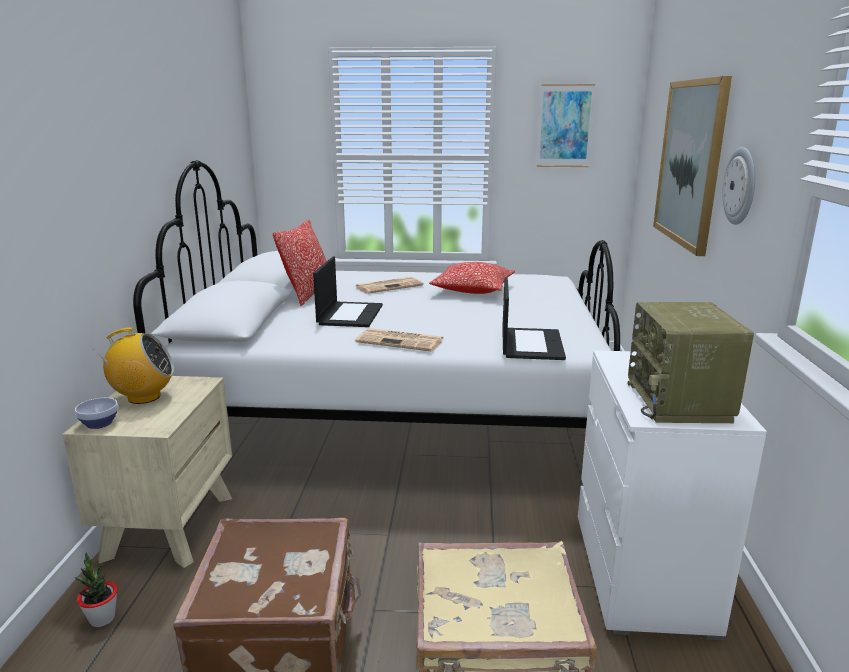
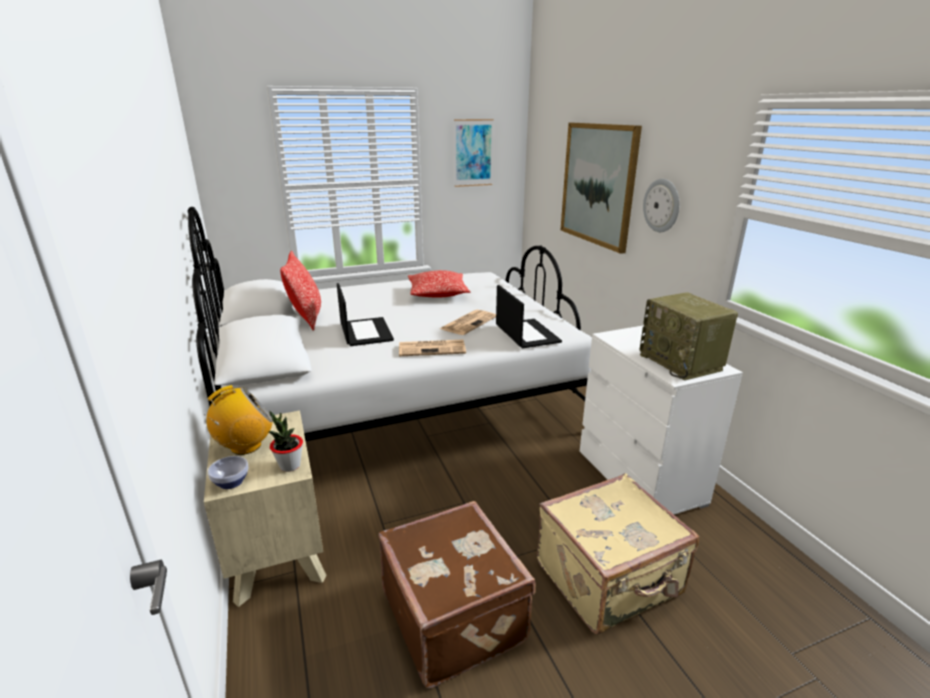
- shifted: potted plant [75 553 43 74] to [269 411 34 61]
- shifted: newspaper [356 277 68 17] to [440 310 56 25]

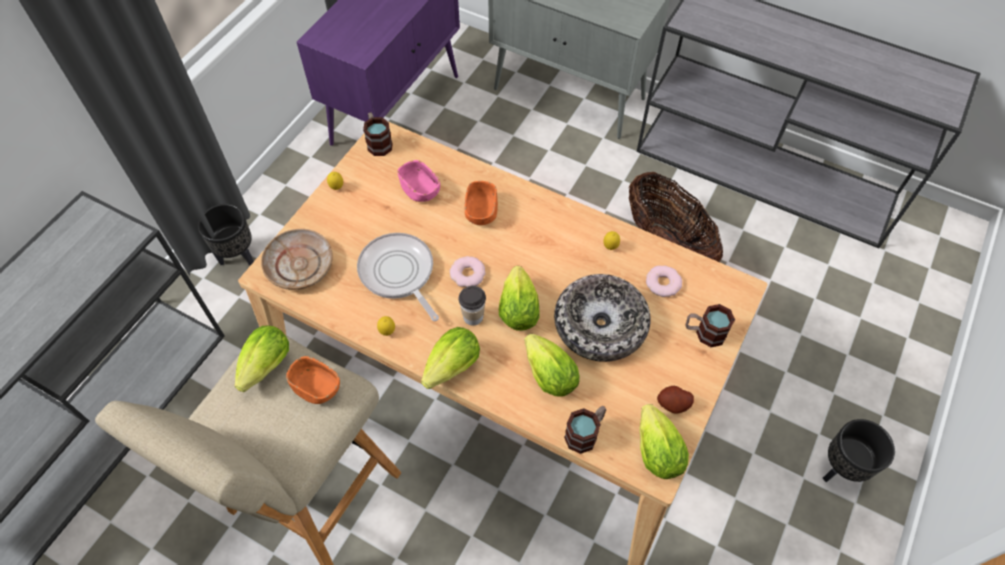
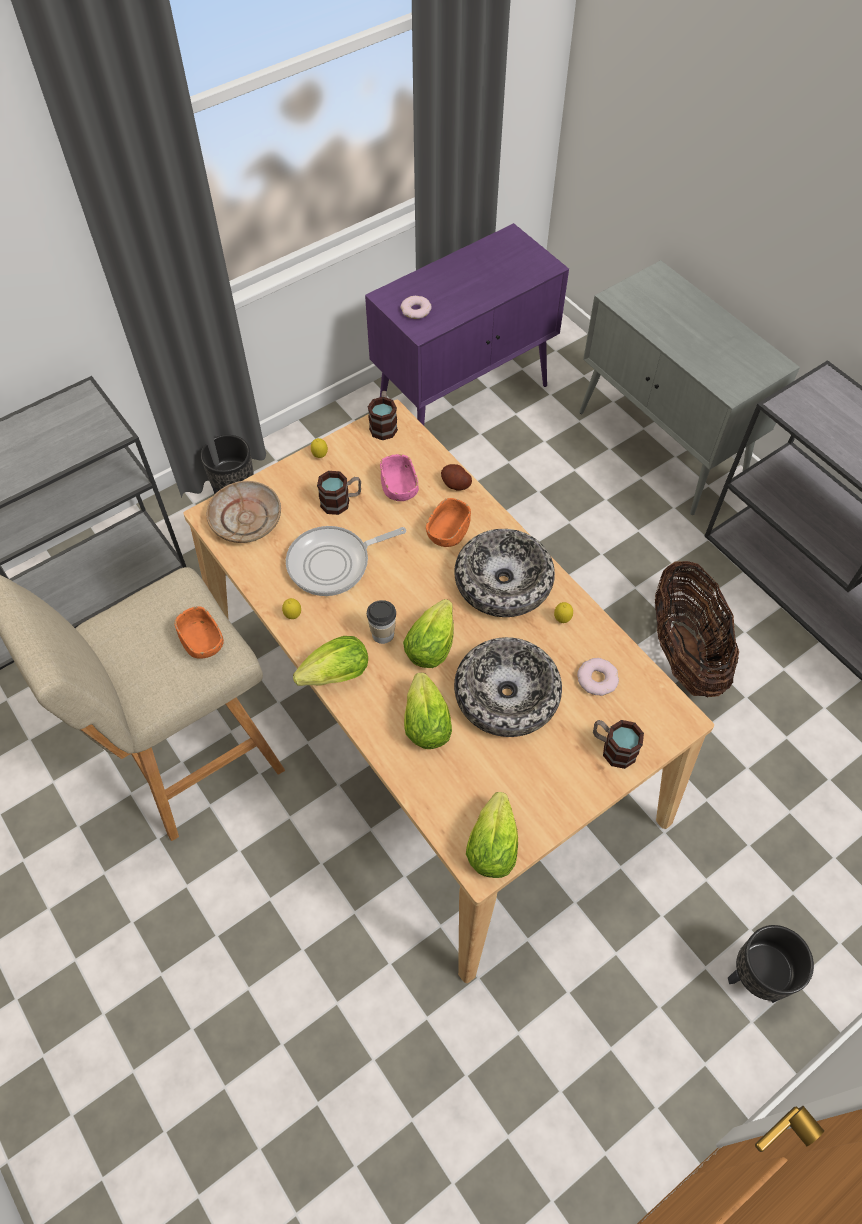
- gone: lettuce [235 326 54 66]
- new: bowl [454 529 101 88]
- shifted: donut [450 256 35 31] to [401 296 30 23]
- shifted: mug [564 406 42 48] to [317 471 44 44]
- shifted: potato [657 386 37 28] to [441 464 31 27]
- rotated: frying pan [357 233 82 88] = [286 526 120 70] 105 degrees counterclockwise

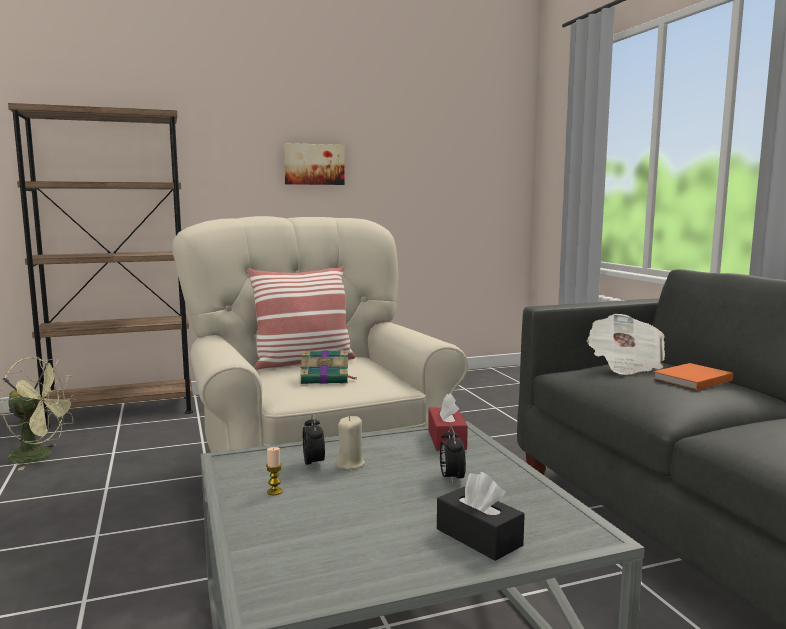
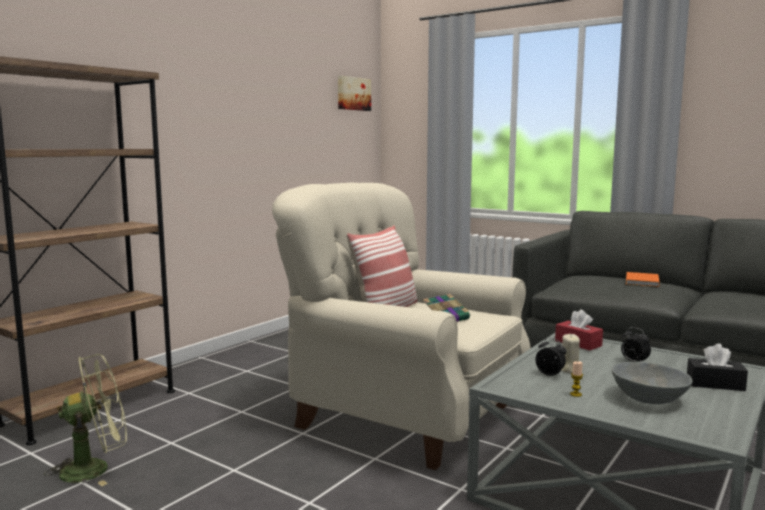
- gone: newspaper [587 314 78 61]
- new: bowl/grey [612 362 81 42]
- shifted: picture [284 143 61 42] to [338 75 33 36]

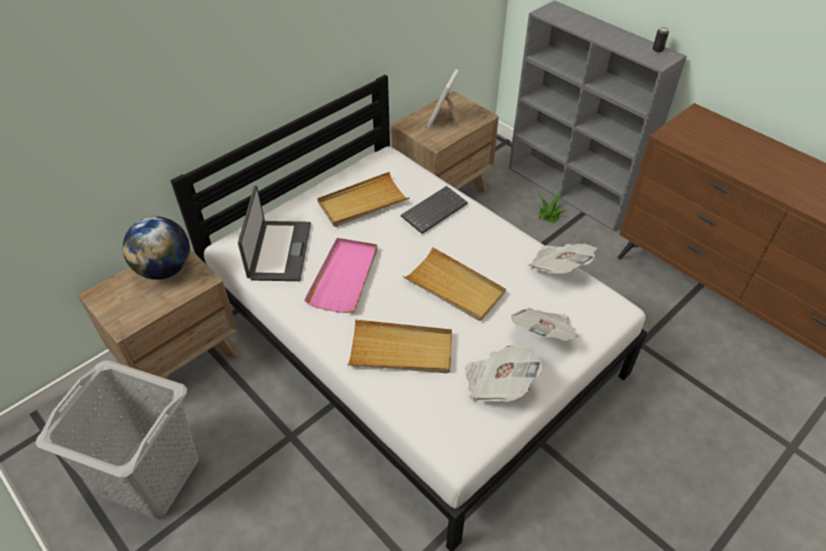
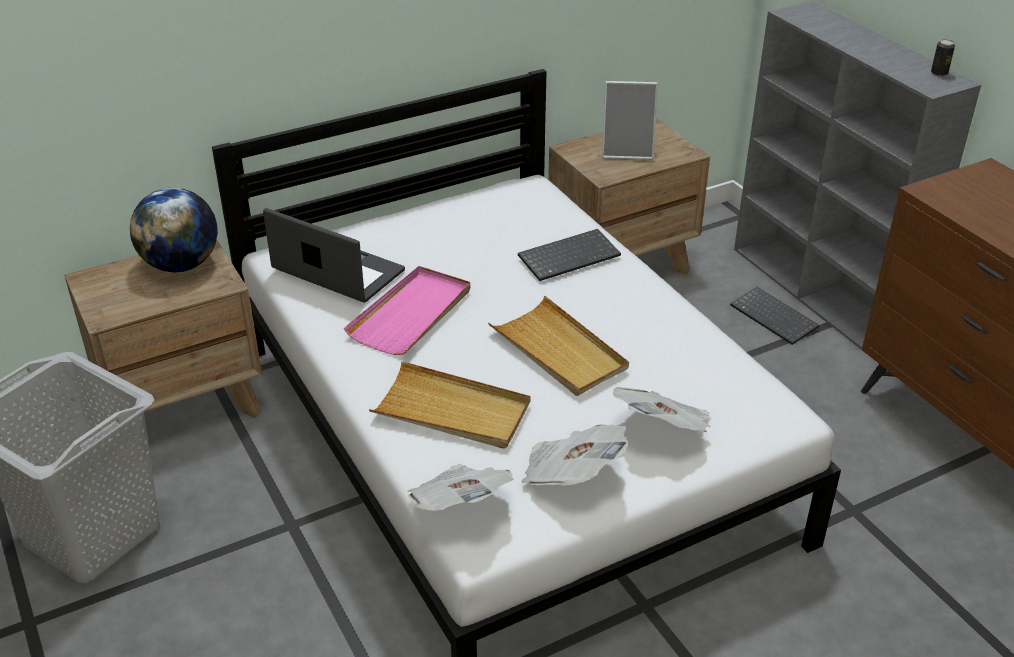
- gone: tray/beige [317 172 93 55]
- shifted: newspaper [528 243 69 31] to [407 464 107 47]
- swapped: potted plant [537 190 28 34] to keyboard [730 287 89 58]
- rotated: laptop [238 185 73 96] = [263 208 142 95] 75 degrees counterclockwise
- rotated: picture frame [427 69 35 59] = [602 81 56 79] 120 degrees counterclockwise

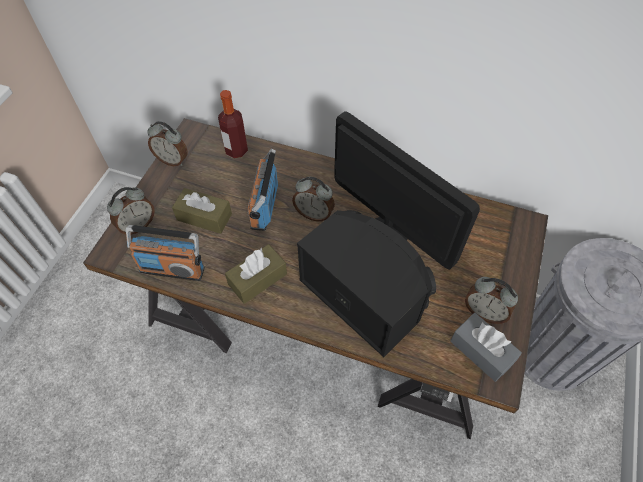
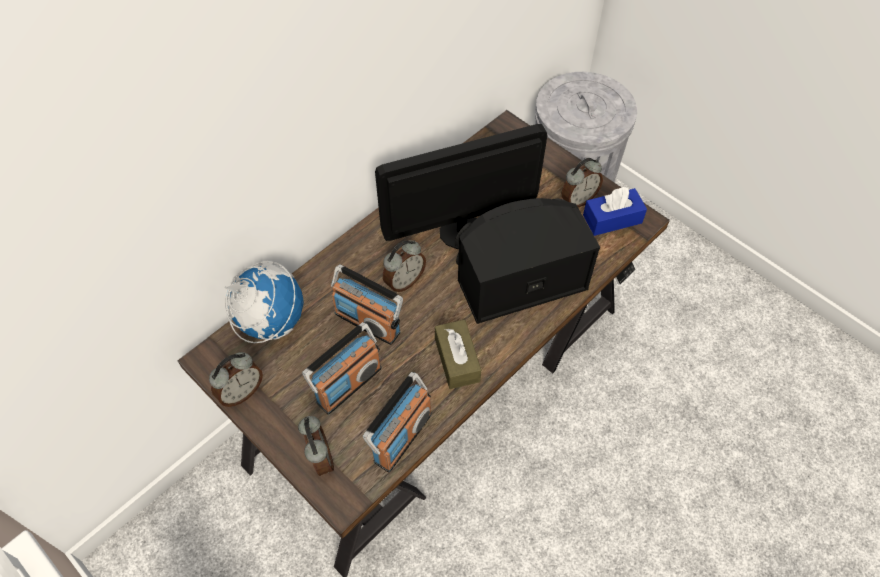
- swapped: tissue box/brown [172 188 60 46] to radio [302 322 80 93]
- swapped: bottle [218 90 30 68] to globe [223 261 81 82]
- repainted: tissue box/grey [450 313 72 69] to tissue box/blue [583 187 64 49]

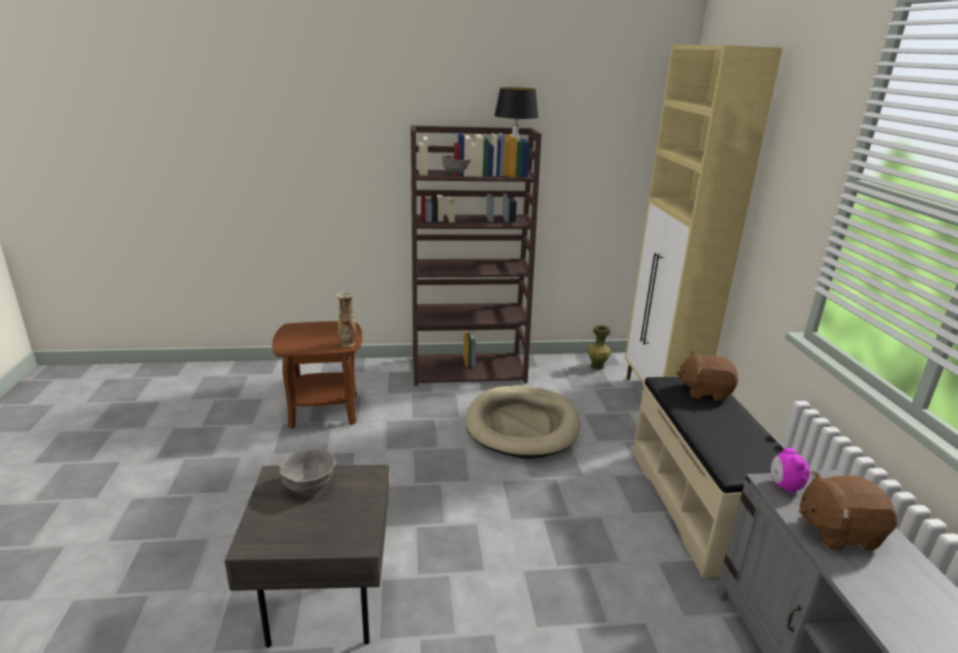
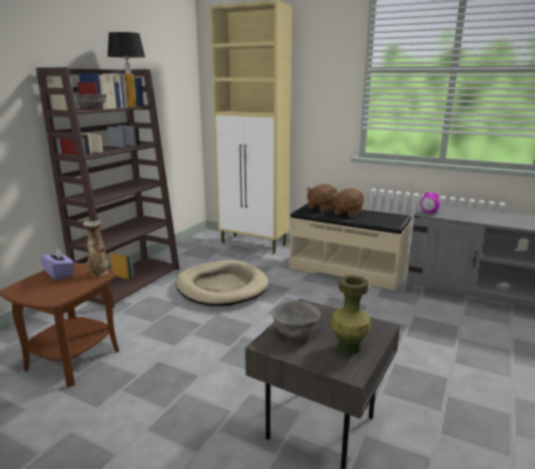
- new: tissue box/purple [40 248 35 32]
- shifted: vase/green [587 325 24 45] to [330 275 42 80]
- shifted: plush toy/brown [799 471 99 79] to [332 188 32 29]

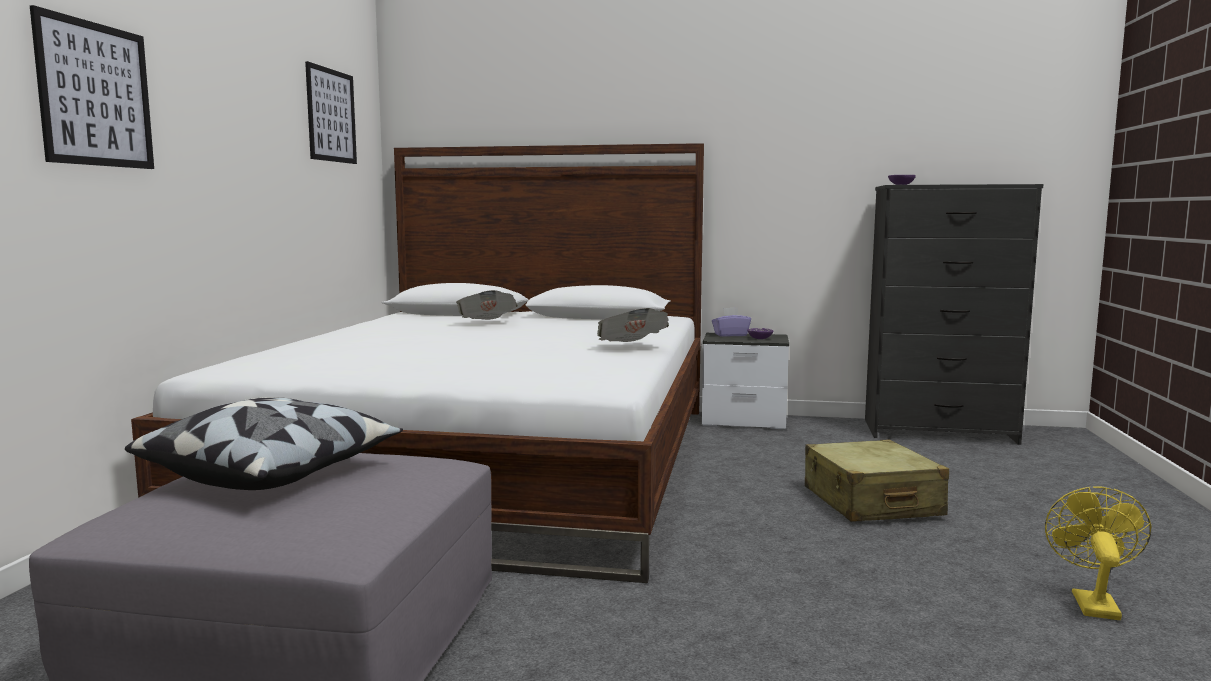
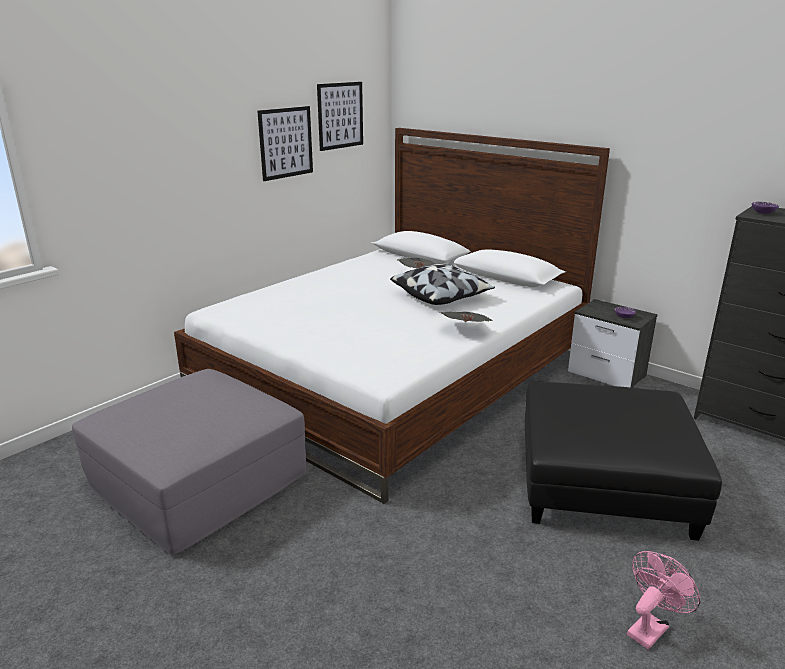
- gone: tissue box/purple [712 307 39 30]
- shifted: picture [30 5 124 164] to [257 106 56 75]
- shifted: pillow [125 397 278 93] to [390 264 105 41]
- swapped: suitcase/beige [805 440 144 82] to ottoman/black [525 382 197 159]
- repainted: fan/yellow [1045 486 107 134] to fan/pink [627 551 73 98]

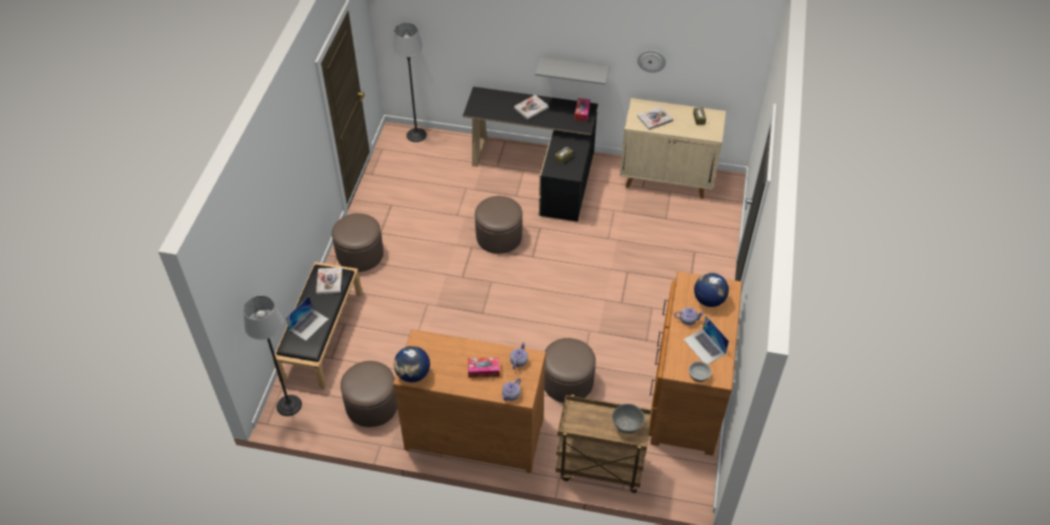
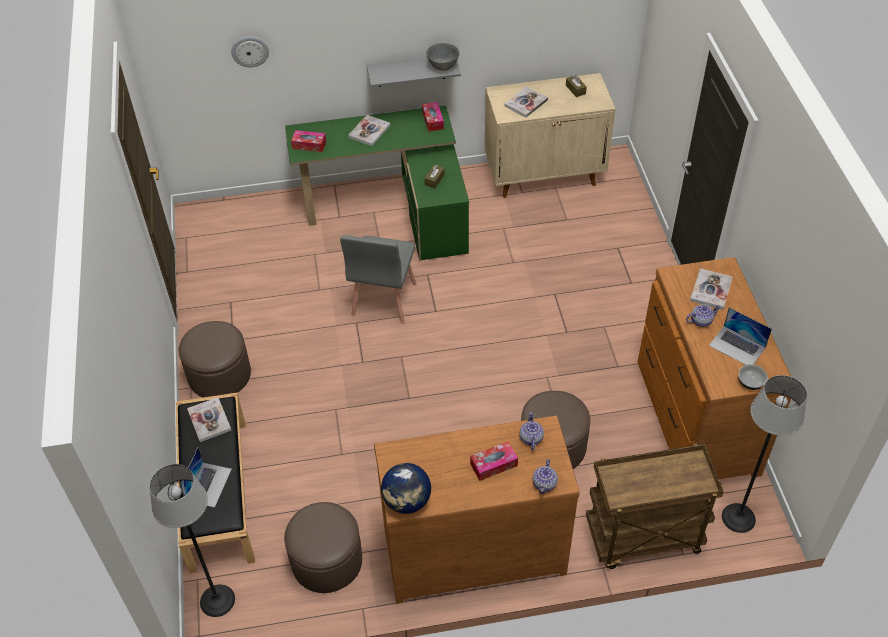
- new: tissue box [291 130 35 22]
- shifted: floor lamp [392 23 35 119] to [722 375 85 158]
- shifted: bowl/grey [612 404 33 30] to [426 43 33 28]
- shifted: wall clock [637 50 29 23] to [231 37 38 30]
- swapped: ottoman/brown [475 196 48 58] to chair/grey [340 235 77 89]
- swapped: globe [694 273 35 34] to book [690 268 43 42]
- repainted: desk/black [463 87 135 135] to desk/green [285 106 184 155]

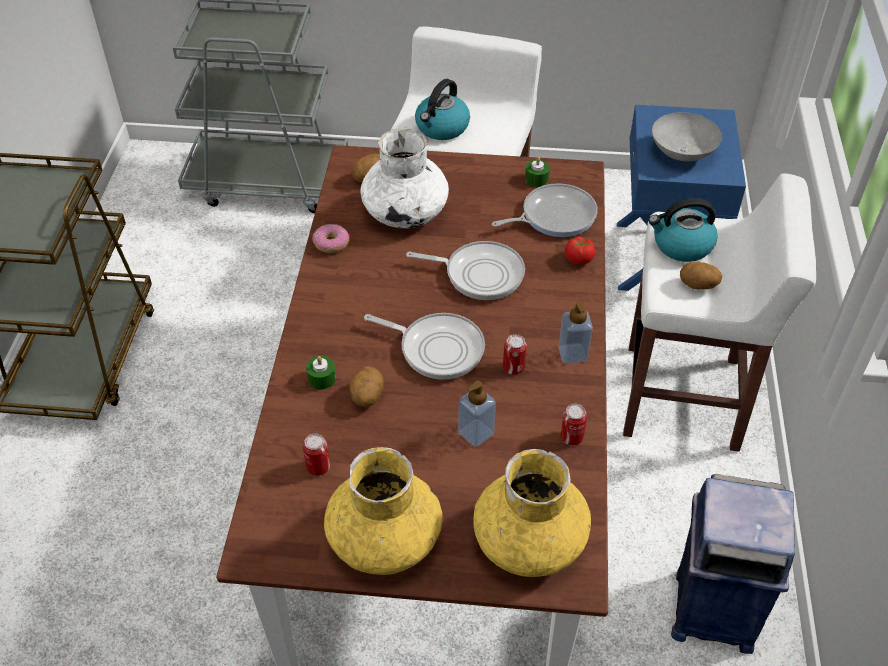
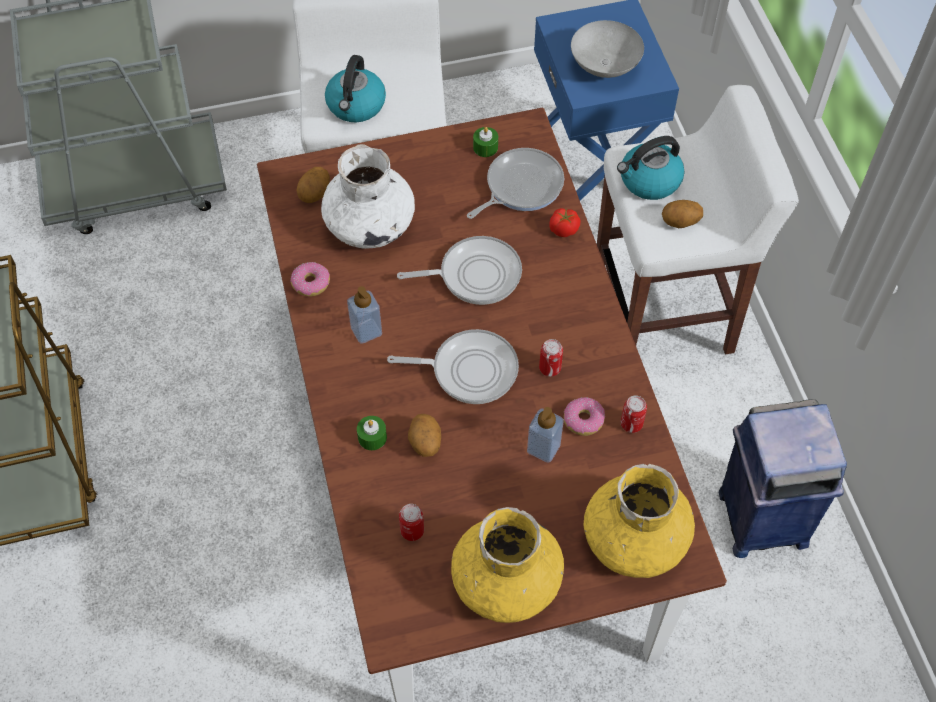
- new: donut [564 397 41 39]
- shifted: soap dispenser [558 301 35 63] to [347 286 35 58]

